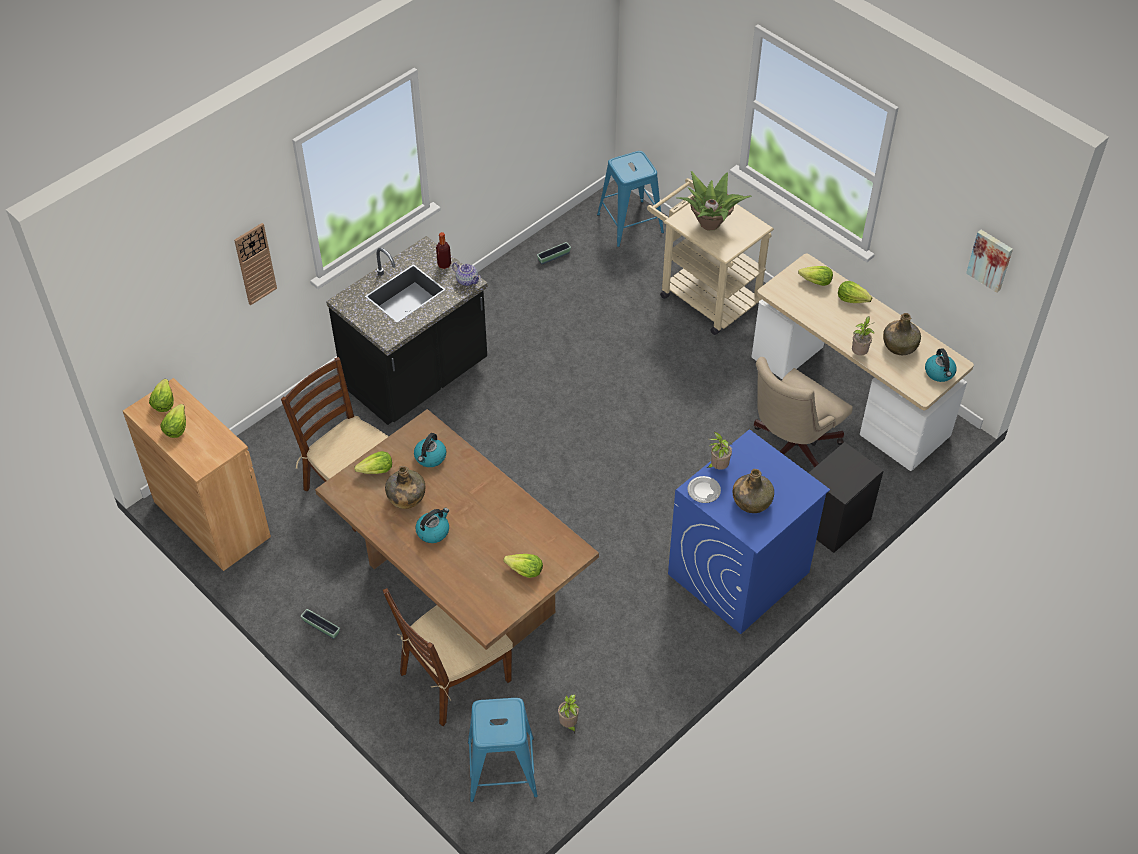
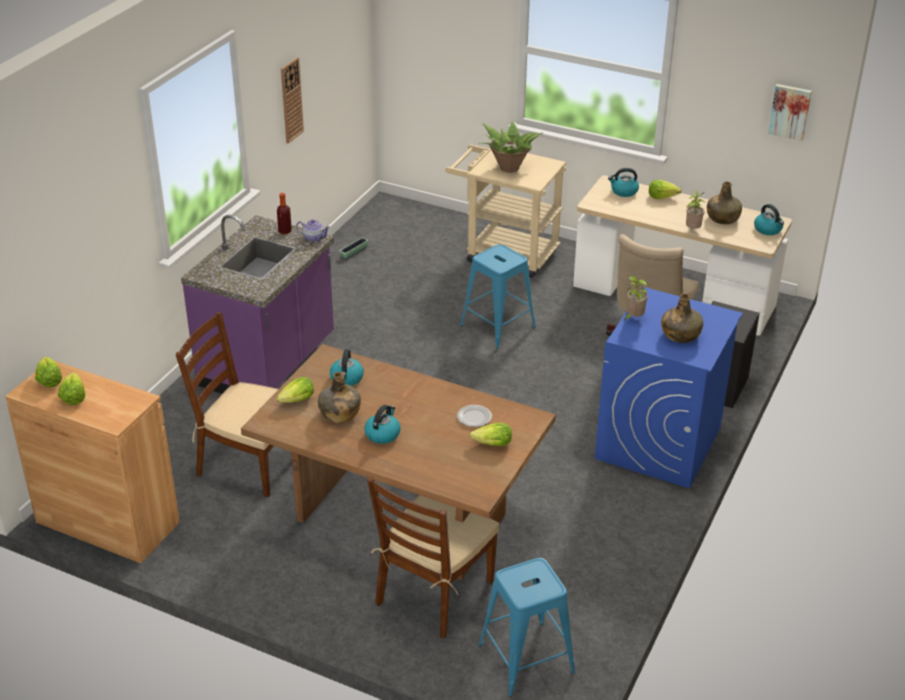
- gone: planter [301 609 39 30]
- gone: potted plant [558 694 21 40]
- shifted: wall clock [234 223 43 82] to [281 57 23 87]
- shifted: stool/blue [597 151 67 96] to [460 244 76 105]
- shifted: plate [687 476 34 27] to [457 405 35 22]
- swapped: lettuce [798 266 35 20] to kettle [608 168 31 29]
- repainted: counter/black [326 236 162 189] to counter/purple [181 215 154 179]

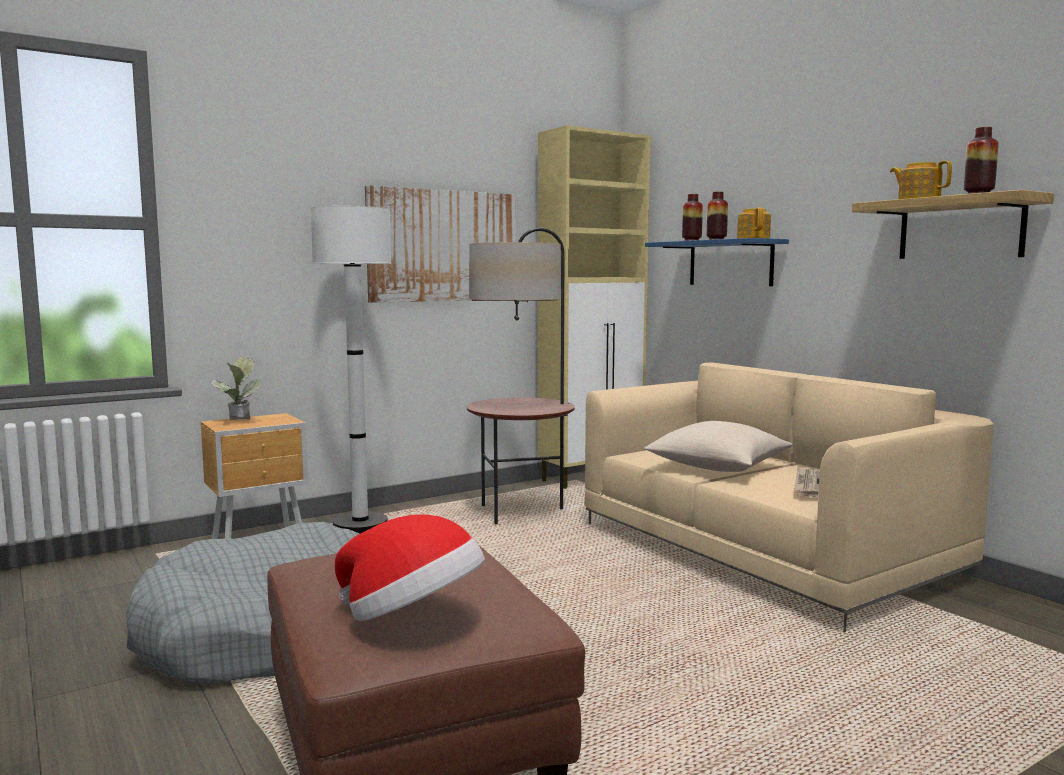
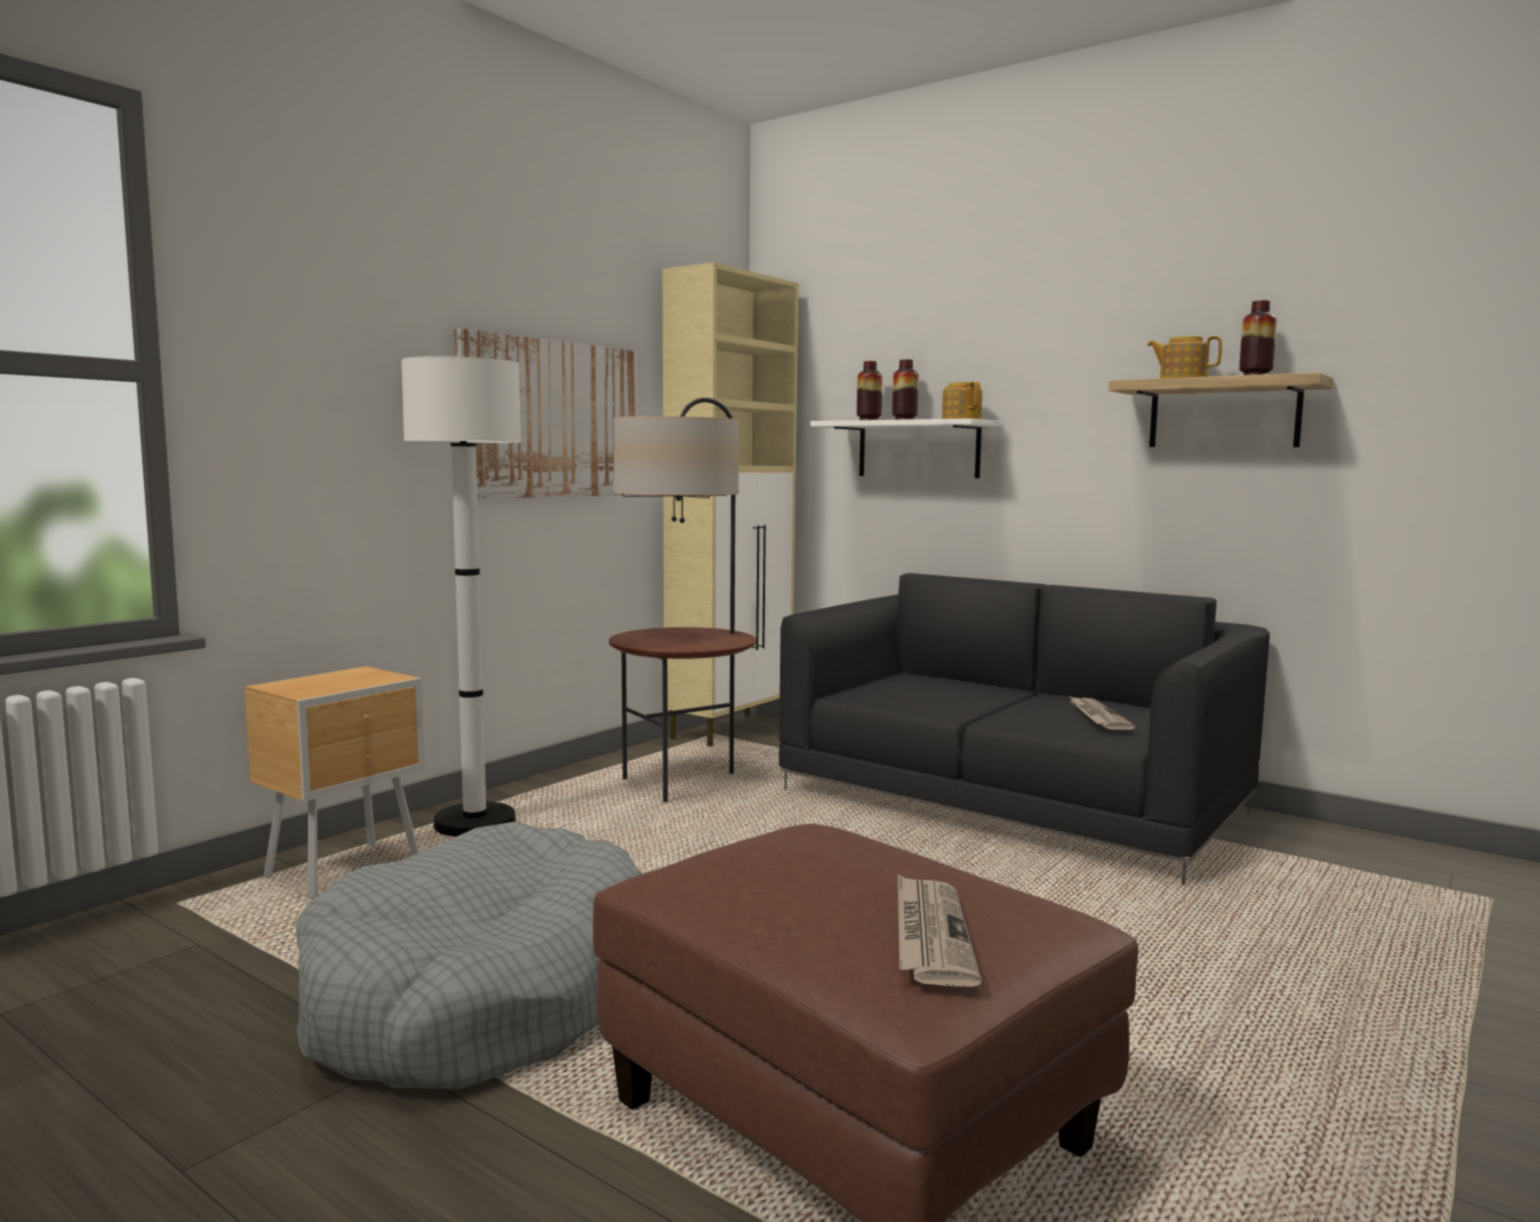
- gone: potted plant [211 357 51 63]
- gone: pillow/beige [644 421 149 51]
- swapped: hat [335 514 150 107] to newspaper [898 874 84 113]
- repainted: sofa/beige [585 362 409 270] to sofa/black [779 573 491 312]
- repainted: shelf/blue [645 238 144 48] to shelf/white [810 418 191 60]

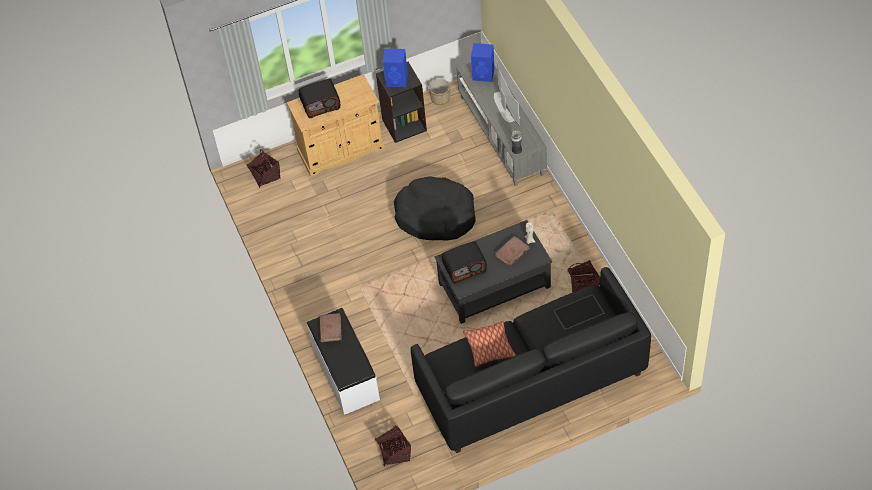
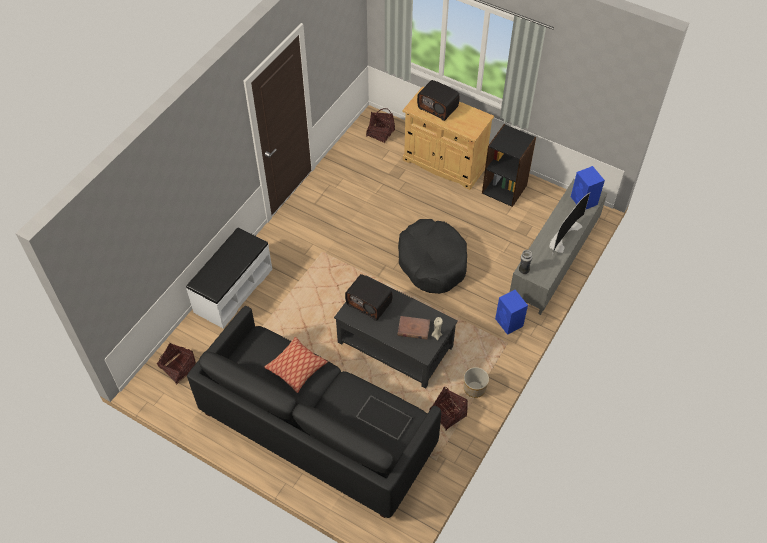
- gone: book/brown [319 313 23 29]
- shifted: speaker/blue [383 48 25 39] to [495 290 33 45]
- shifted: planter [429 79 21 26] to [464 367 25 31]

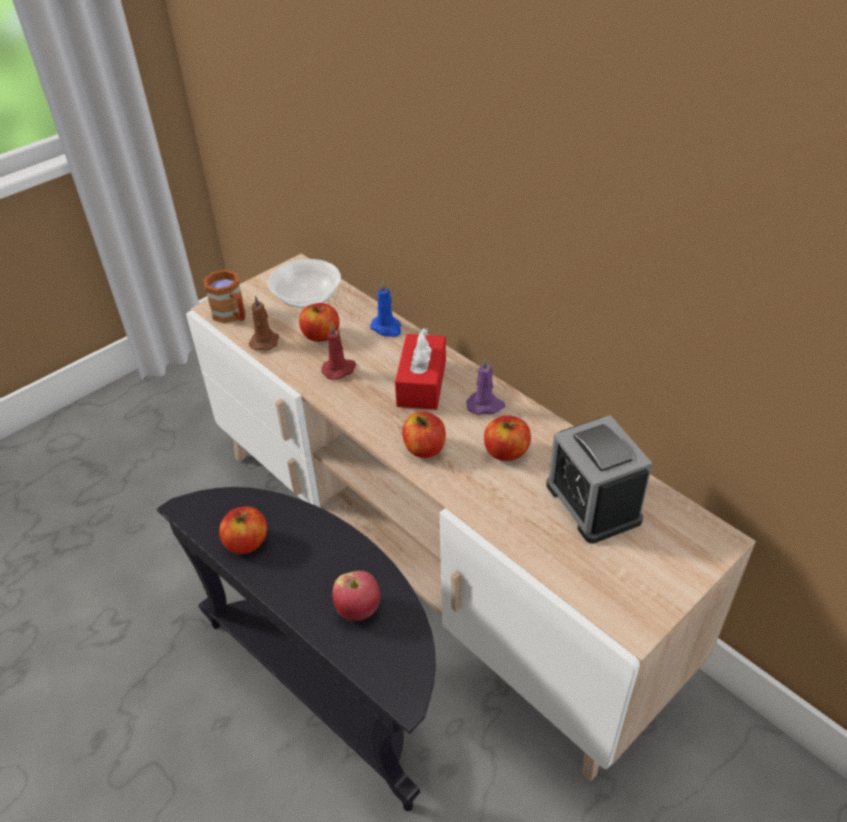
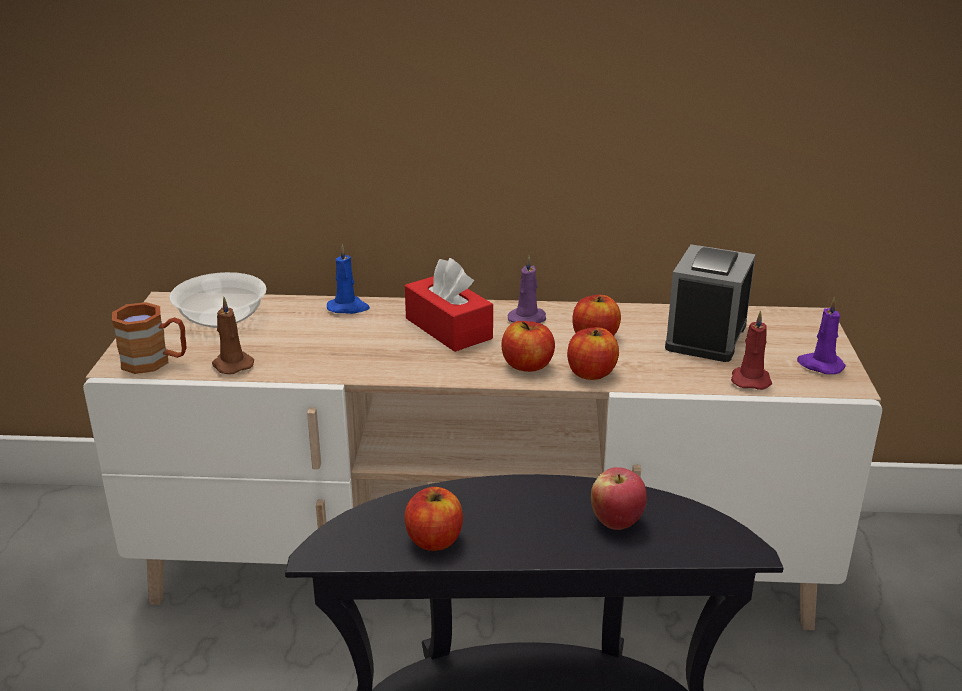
- new: candle/purple [797 297 49 77]
- shifted: apple [299 303 40 39] to [567 327 52 53]
- shifted: candle/red [321 323 35 57] to [731 310 41 80]
- rotated: alarm clock [546 415 107 129] = [665 244 90 118] 90 degrees clockwise

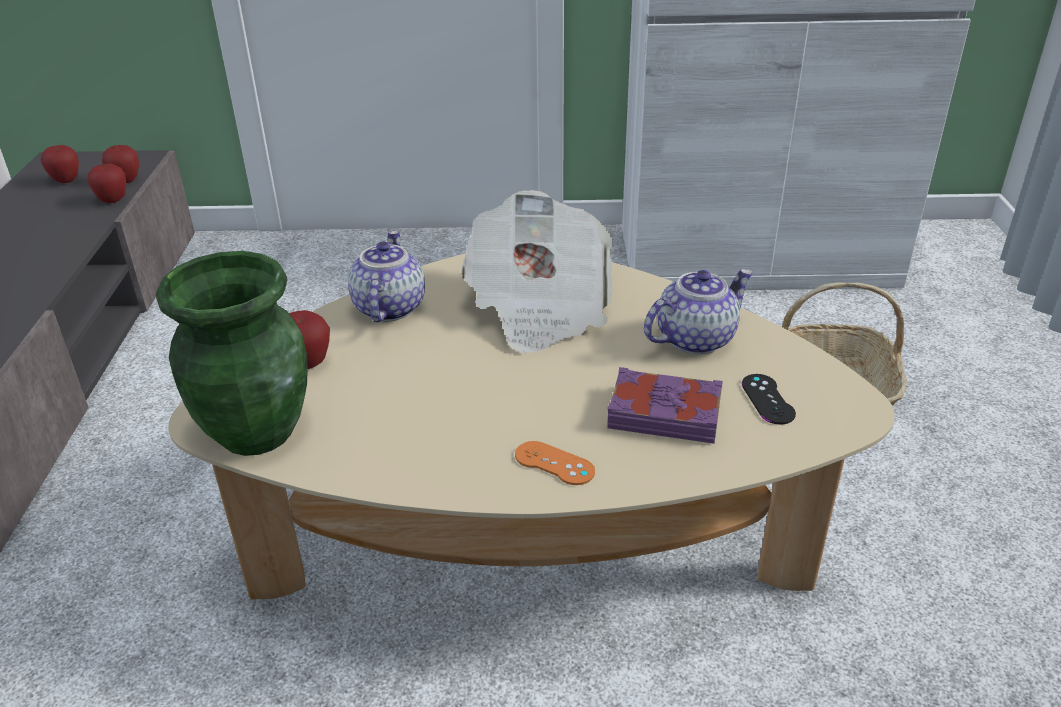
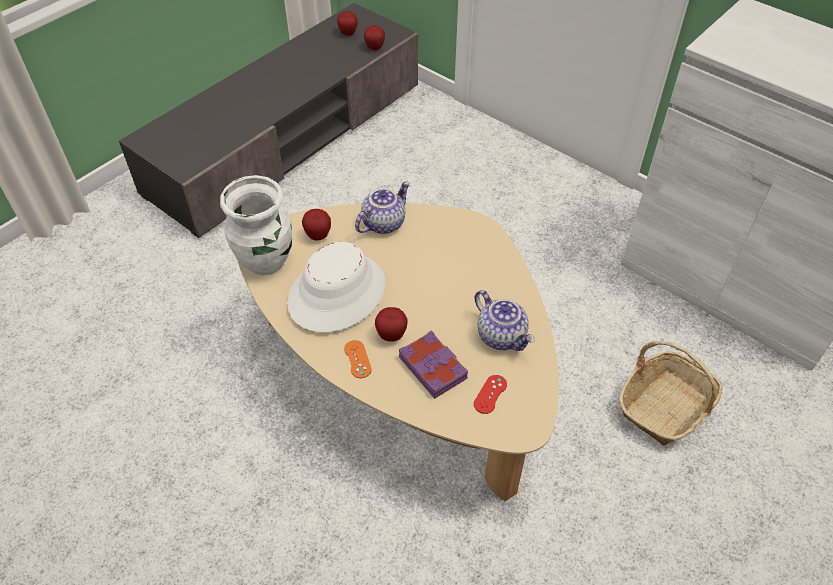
- gone: newspaper [461 190 151 164]
- new: hat/white [287 242 99 90]
- shifted: apple [88 164 38 39] to [375 307 33 35]
- repainted: vase/green [156 251 152 205] to vase/white [220 175 72 100]
- repainted: game controller/black [742 374 54 51] to game controller/red [474 375 33 39]
- rotated: teapot [644 269 110 85] = [474 290 61 61] 45 degrees clockwise

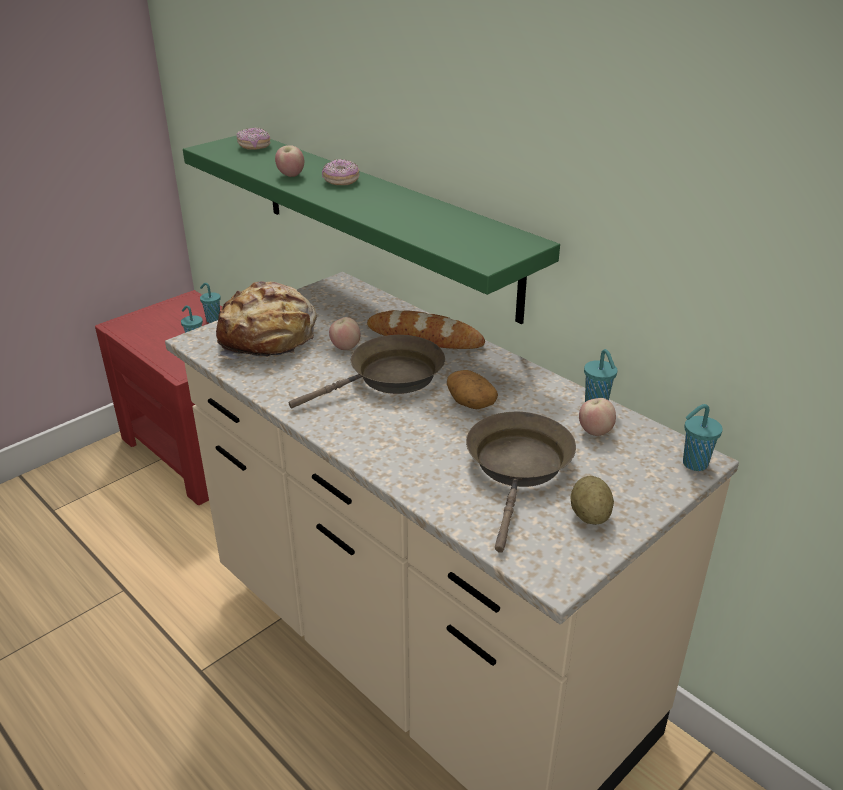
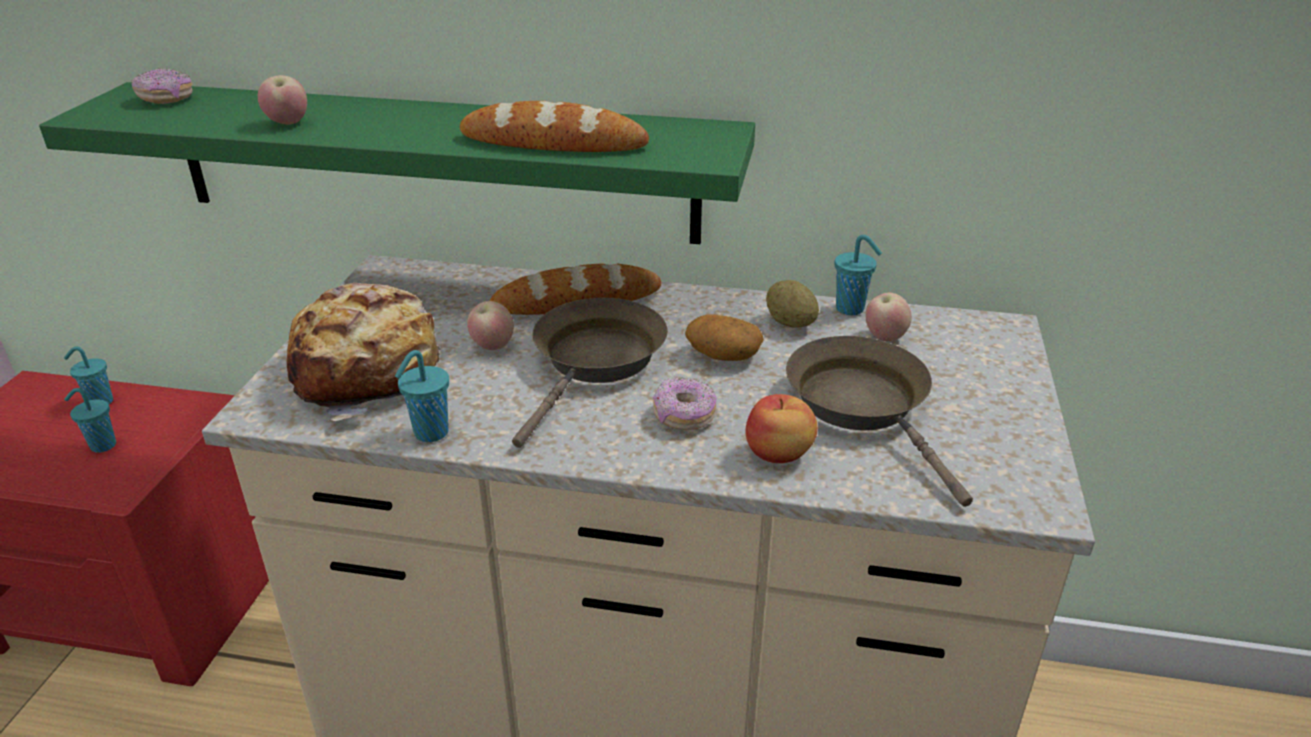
- new: bread [460 101 189 51]
- new: apple [745 394 73 69]
- shifted: donut [322 159 38 26] to [653 377 64 53]
- shifted: potato [570 476 44 49] to [766 280 53 48]
- shifted: cup/turquoise [683 404 40 67] to [395 350 54 92]

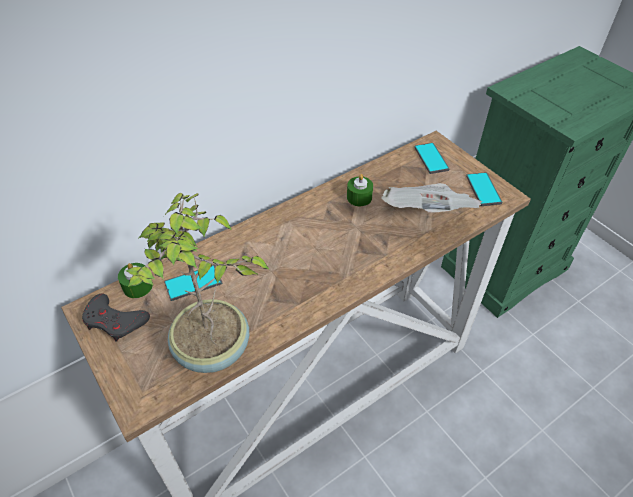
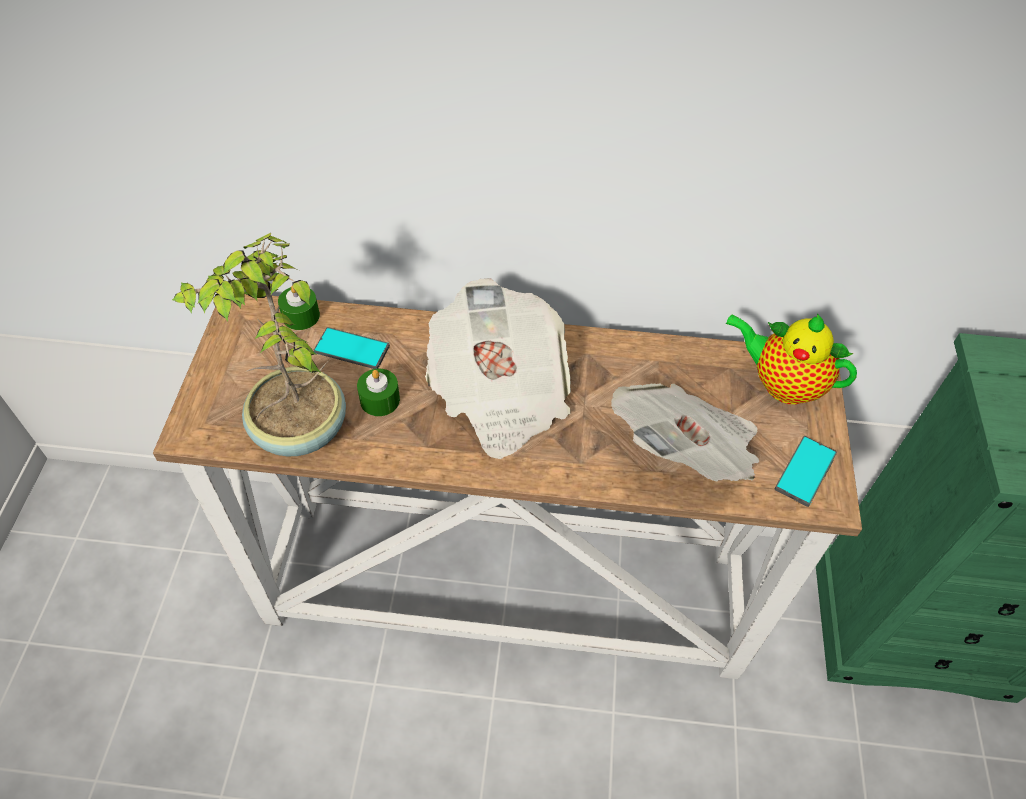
- gone: game controller/grey [82 294 68 48]
- new: newspaper [425 278 146 181]
- shifted: candle/green [347 174 26 32] to [357 369 43 47]
- swapped: phone [414 143 36 31] to teapot [726 314 131 90]

